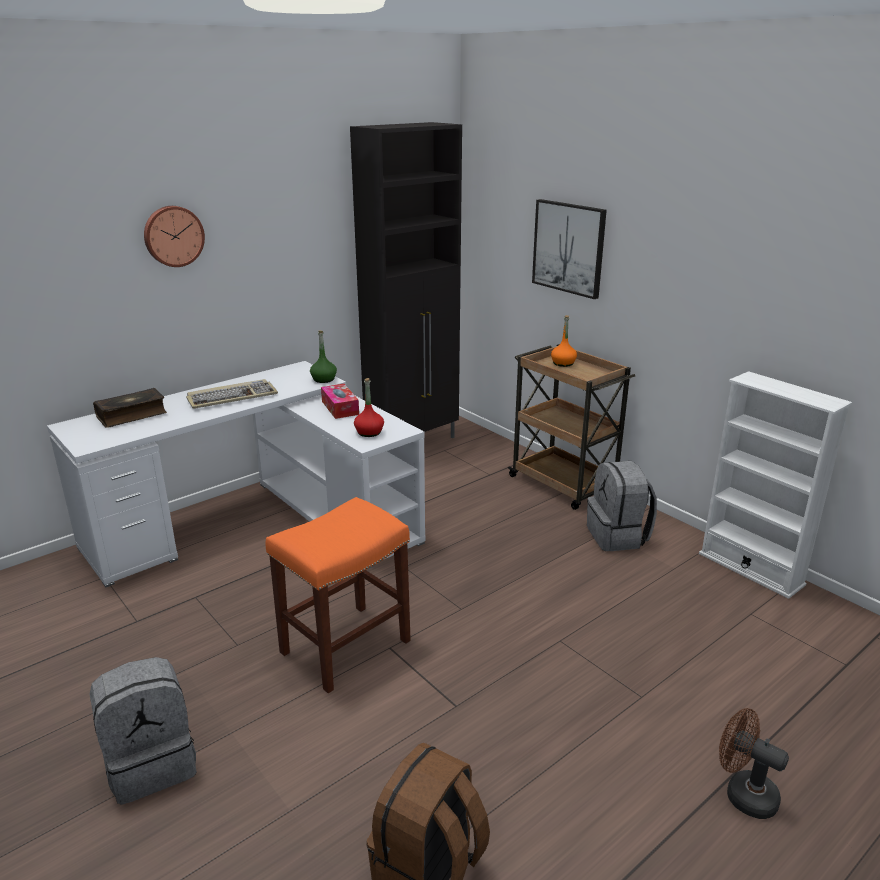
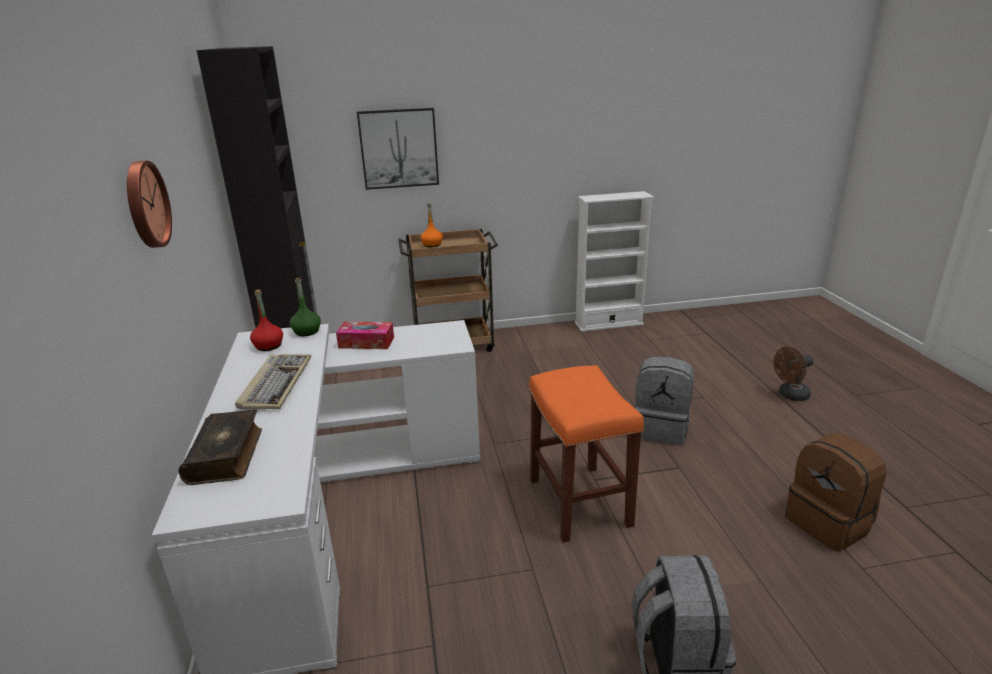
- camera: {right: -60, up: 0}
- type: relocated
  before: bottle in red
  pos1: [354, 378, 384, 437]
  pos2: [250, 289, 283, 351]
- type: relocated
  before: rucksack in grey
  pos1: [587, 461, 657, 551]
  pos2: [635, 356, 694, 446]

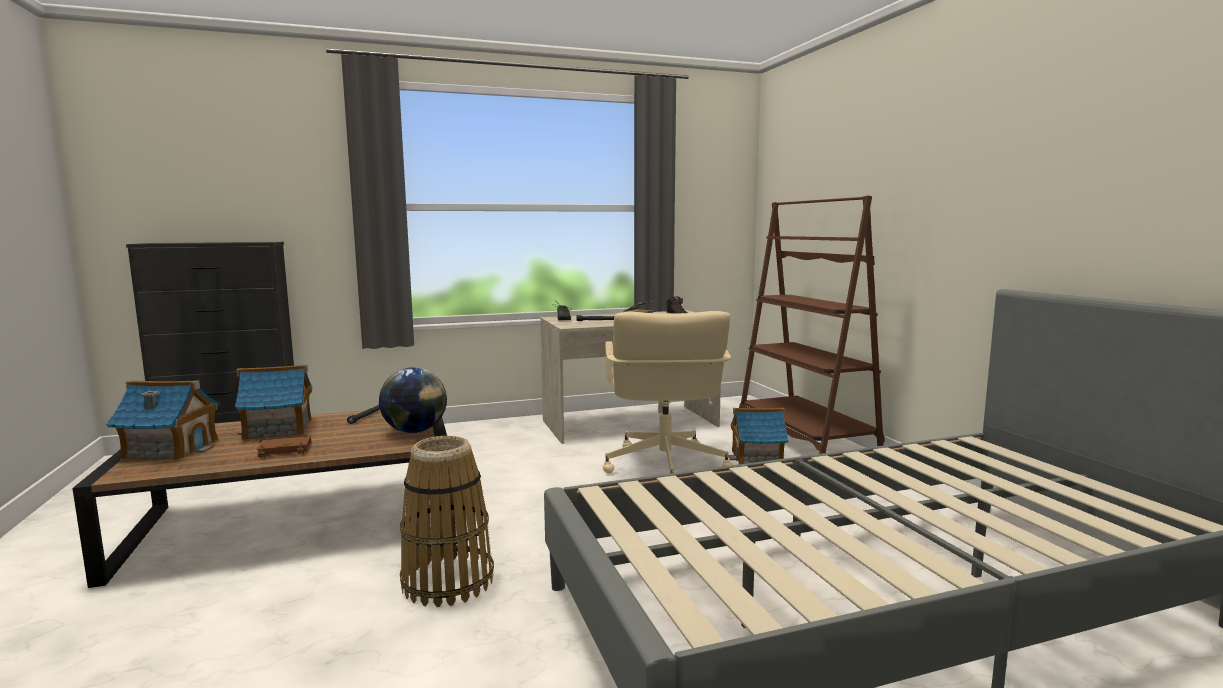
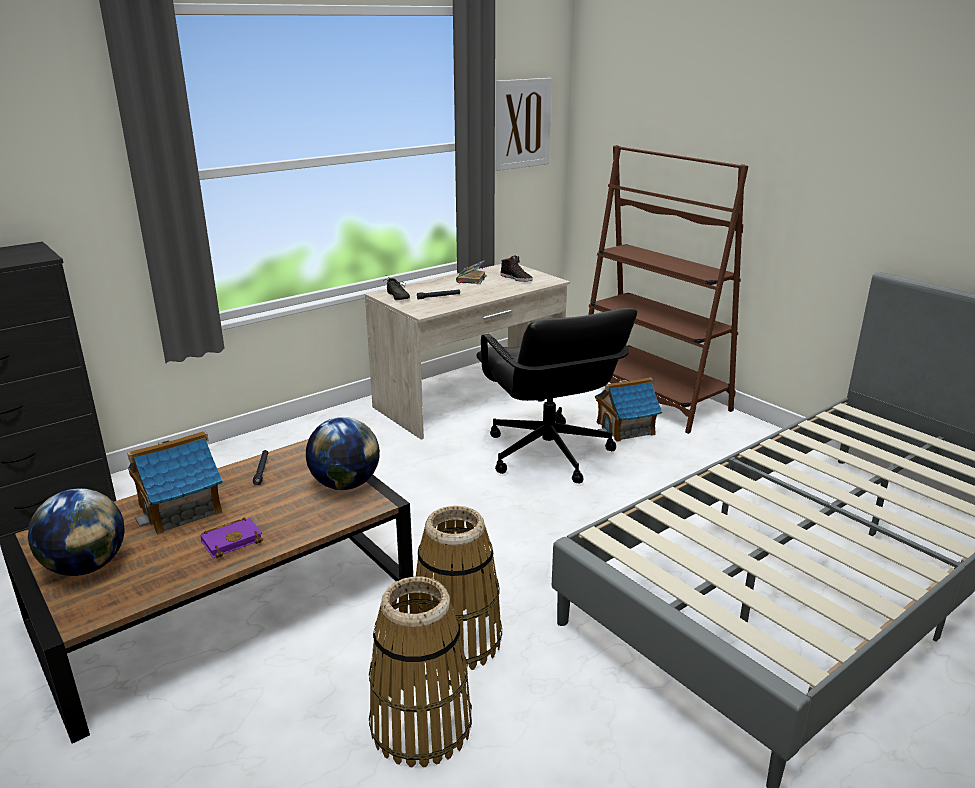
- camera: {right: -20, up: 15}
- type: appeared
  after: basket
  pos2: [369, 577, 472, 767]
- type: appeared
  after: picture
  pos2: [496, 78, 552, 171]
- type: exchanged
  before: model house
  after: world globe
  pos1: [106, 380, 220, 460]
  pos2: [28, 488, 125, 576]
- type: colour
  before: volume in brown-coloured
  after: volume in purple
  pos1: [256, 434, 311, 458]
  pos2: [200, 517, 263, 558]
- type: colour
  before: office chair in sand-coloured
  after: office chair in black-coloured
  pos1: [602, 311, 733, 473]
  pos2: [476, 308, 637, 484]

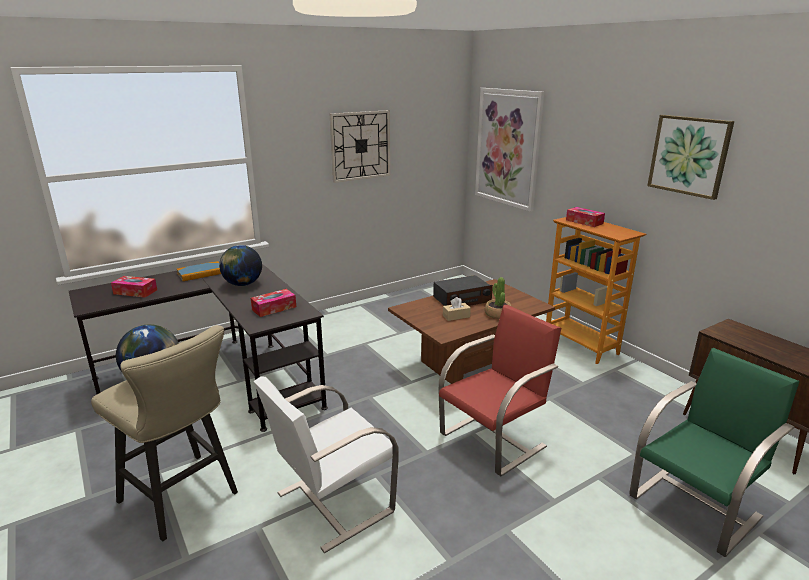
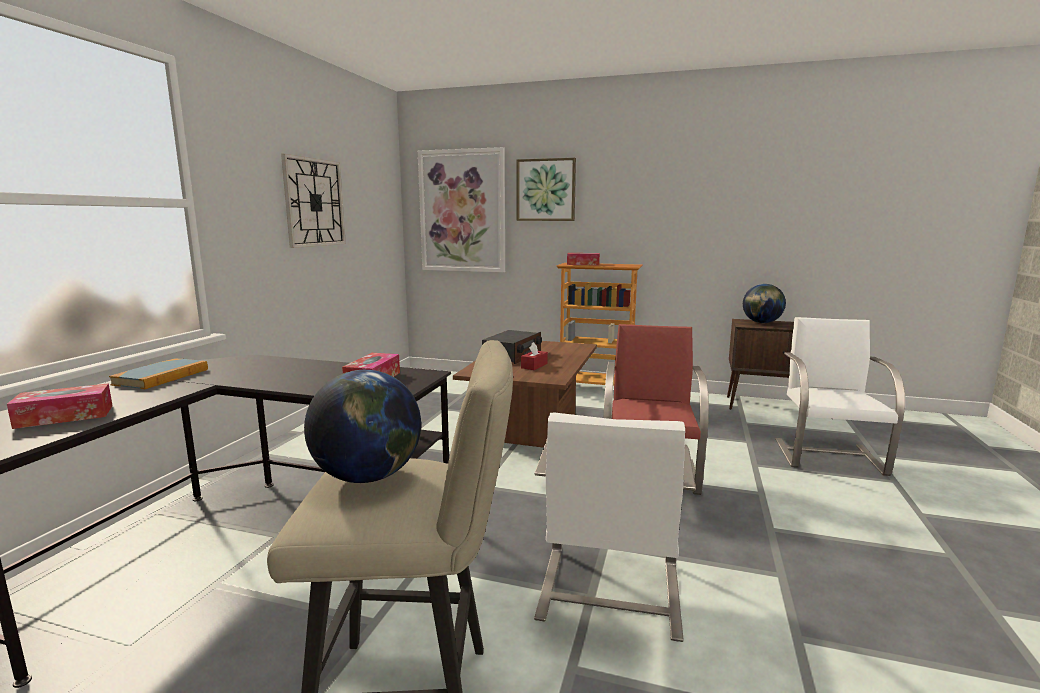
- camera: {right: -40, up: -10}
- type: missing
  before: houseplant
  pos1: [485, 277, 511, 319]
- type: relocated
  before: world globe
  pos1: [219, 245, 262, 286]
  pos2: [743, 284, 786, 323]
- type: relocated
  before: picture
  pos1: [647, 115, 734, 200]
  pos2: [516, 158, 576, 221]
- type: colour
  before: tissue holder in sand-coloured
  after: tissue holder in red
  pos1: [443, 297, 471, 321]
  pos2: [521, 342, 548, 370]
- type: colour
  before: chair in green-coloured
  after: chair in whitish
  pos1: [629, 348, 800, 557]
  pos2: [775, 317, 905, 476]

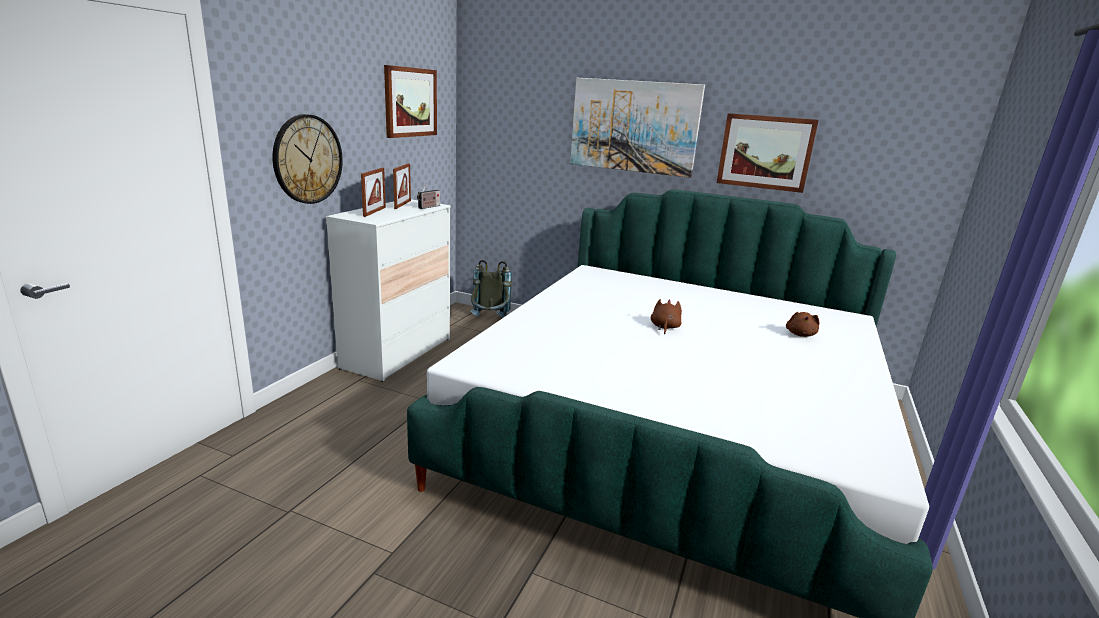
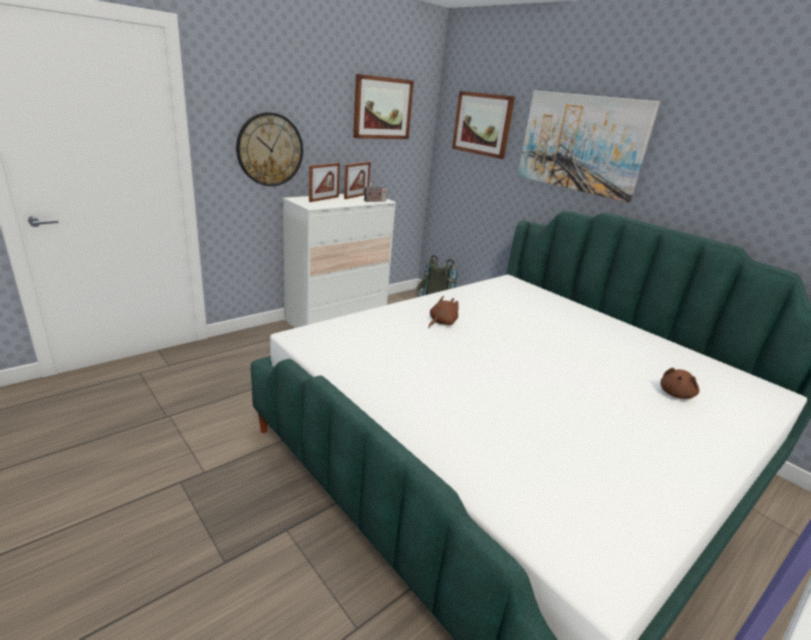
- camera: {right: 25, up: 5}
- type: relocated
  before: soft toy in brown-coloured
  pos1: [651, 299, 682, 334]
  pos2: [429, 296, 459, 327]
- type: relocated
  before: picture
  pos1: [717, 113, 819, 193]
  pos2: [452, 91, 515, 159]

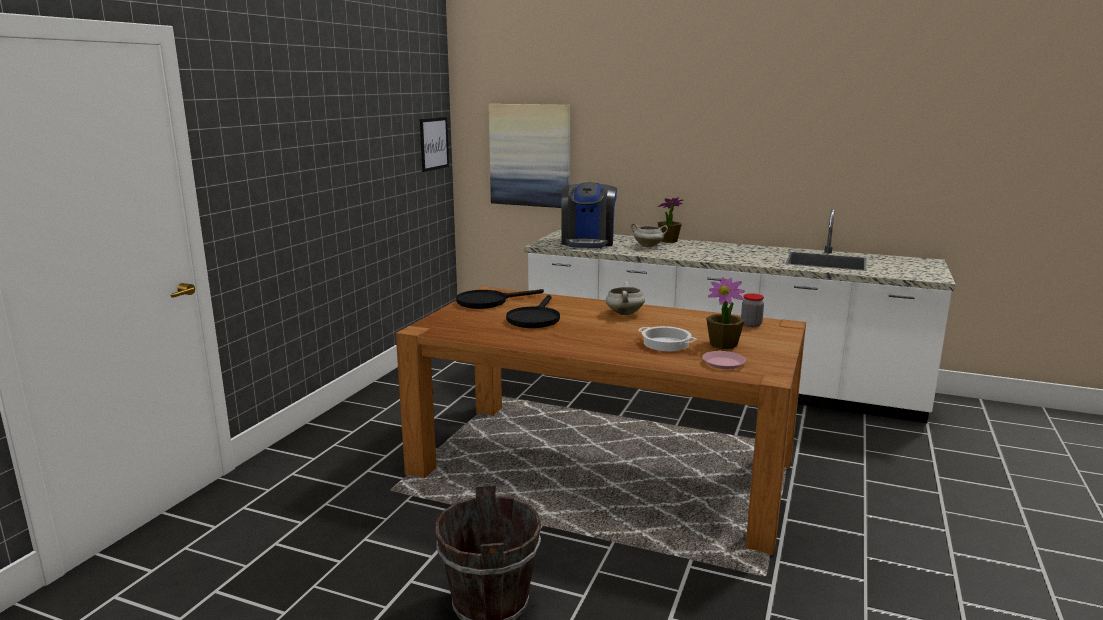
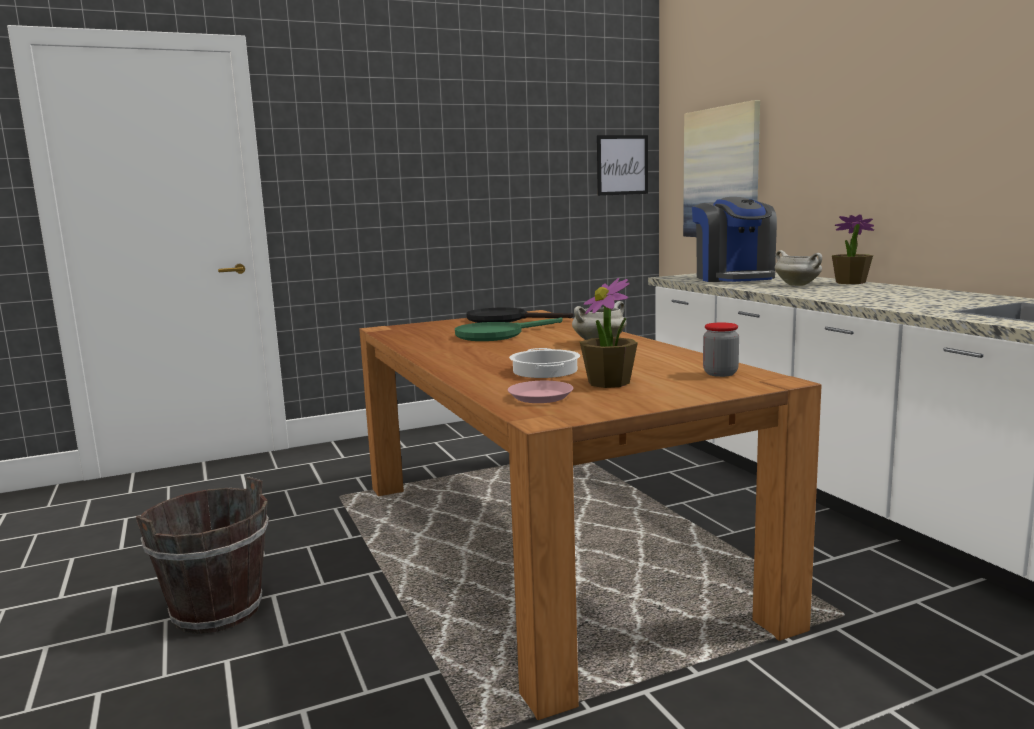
- camera: {right: 45, up: -5}
- type: colour
  before: pan in black-coloured
  after: pan in green-coloured
  pos1: [506, 295, 560, 328]
  pos2: [455, 317, 562, 341]
- type: spun
  before: coffee maker
  pos1: [562, 182, 617, 248]
  pos2: [692, 197, 777, 282]
  turn: -60

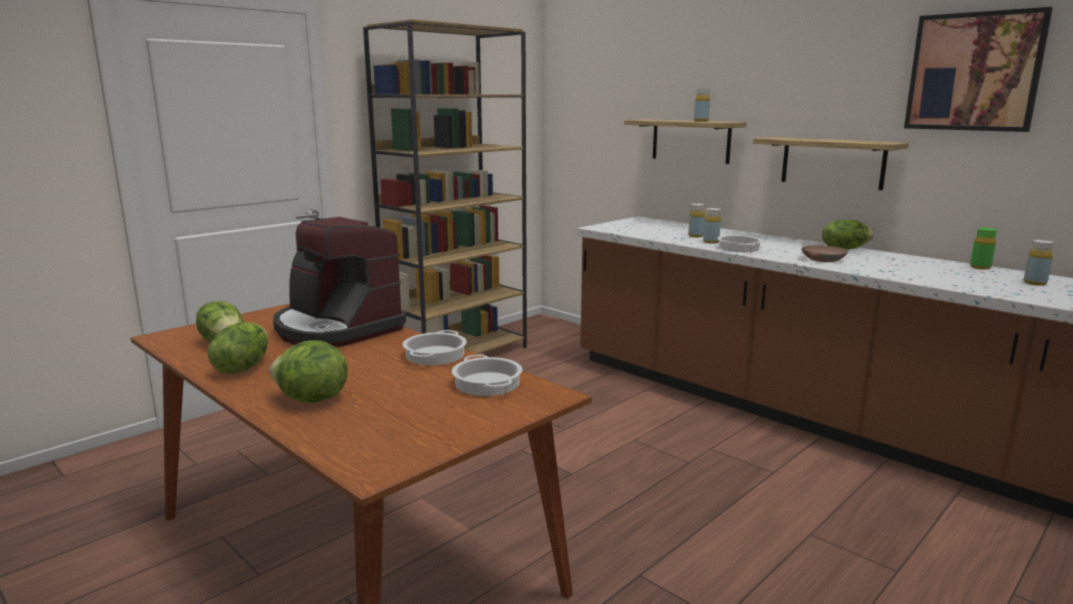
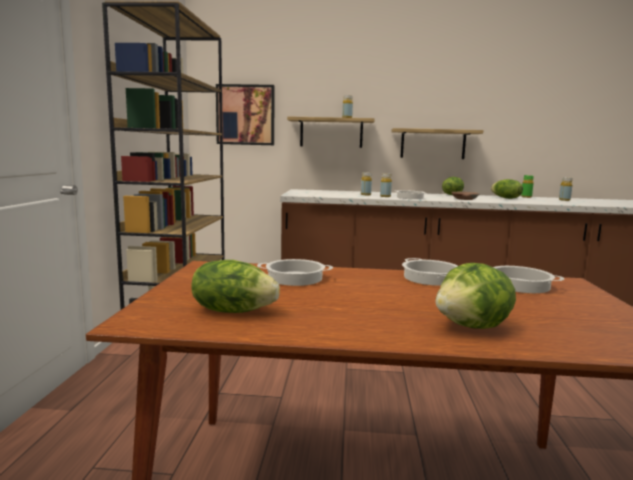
- camera: {right: -40, up: -5}
- type: relocated
  before: lettuce
  pos1: [208, 322, 268, 374]
  pos2: [491, 179, 523, 199]
- type: relocated
  before: picture
  pos1: [904, 7, 1053, 132]
  pos2: [216, 84, 275, 145]
- type: exchanged
  before: coffee maker
  after: cooking pot
  pos1: [273, 217, 406, 347]
  pos2: [257, 259, 333, 286]

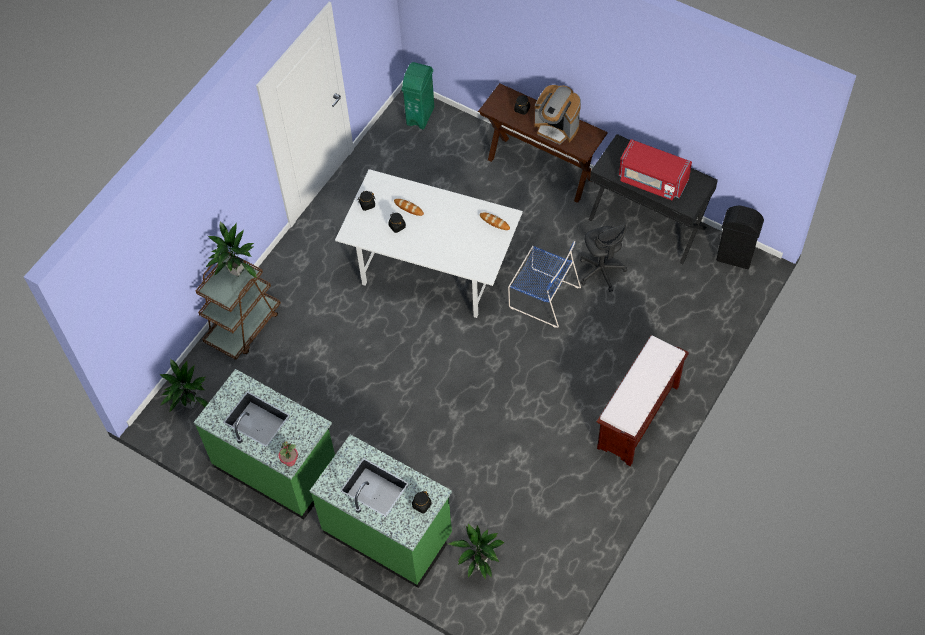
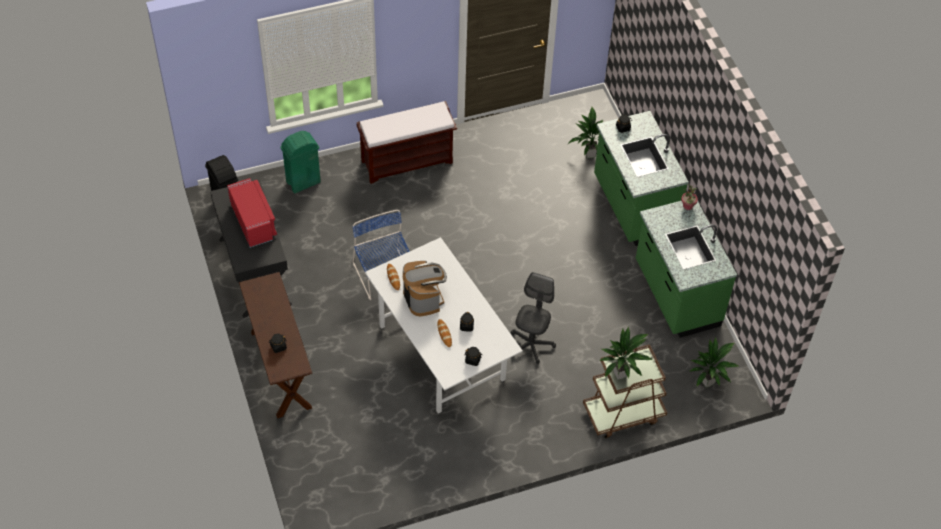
- camera: {right: -145, up: -5}
- type: relocated
  before: trash can in green-coloured
  pos1: [401, 62, 434, 130]
  pos2: [280, 131, 321, 194]
- type: relocated
  before: coffee maker
  pos1: [534, 85, 581, 145]
  pos2: [403, 261, 447, 317]
- type: relocated
  before: office chair in grey
  pos1: [580, 224, 627, 292]
  pos2: [511, 272, 556, 364]

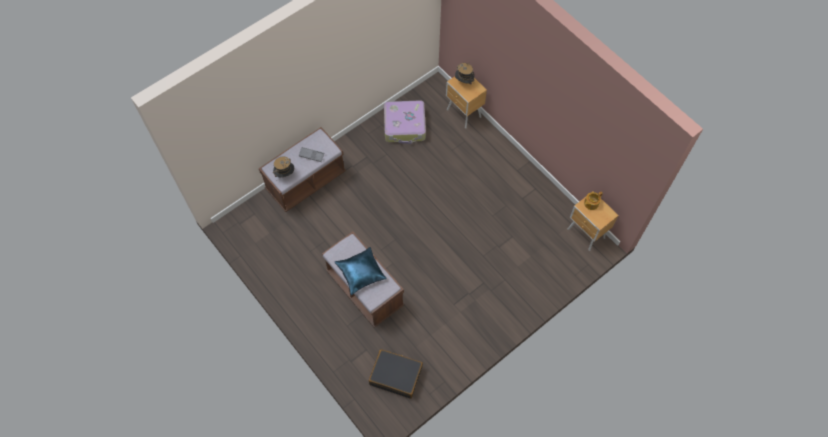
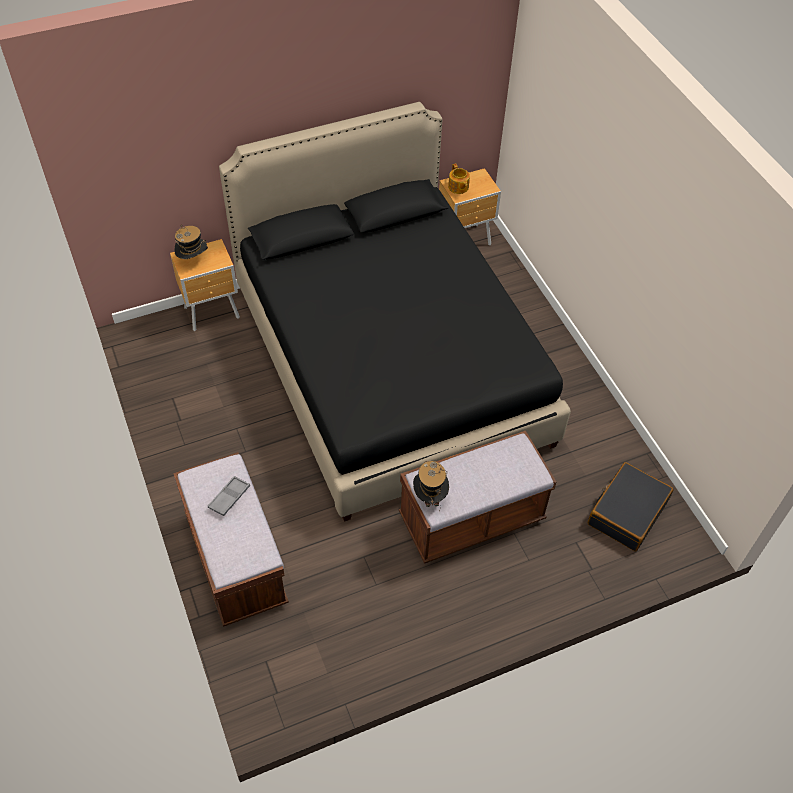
- camera: {right: -75, up: -10}
- type: missing
  before: cushion in blue-coloured
  pos1: [335, 247, 387, 295]
- type: missing
  before: travel case
  pos1: [384, 101, 426, 144]
- type: appeared
  after: sleeping bed in black-coloured
  pos2: [219, 102, 571, 522]
- type: relocated
  before: clothing hat
  pos1: [273, 157, 294, 177]
  pos2: [413, 461, 449, 512]

